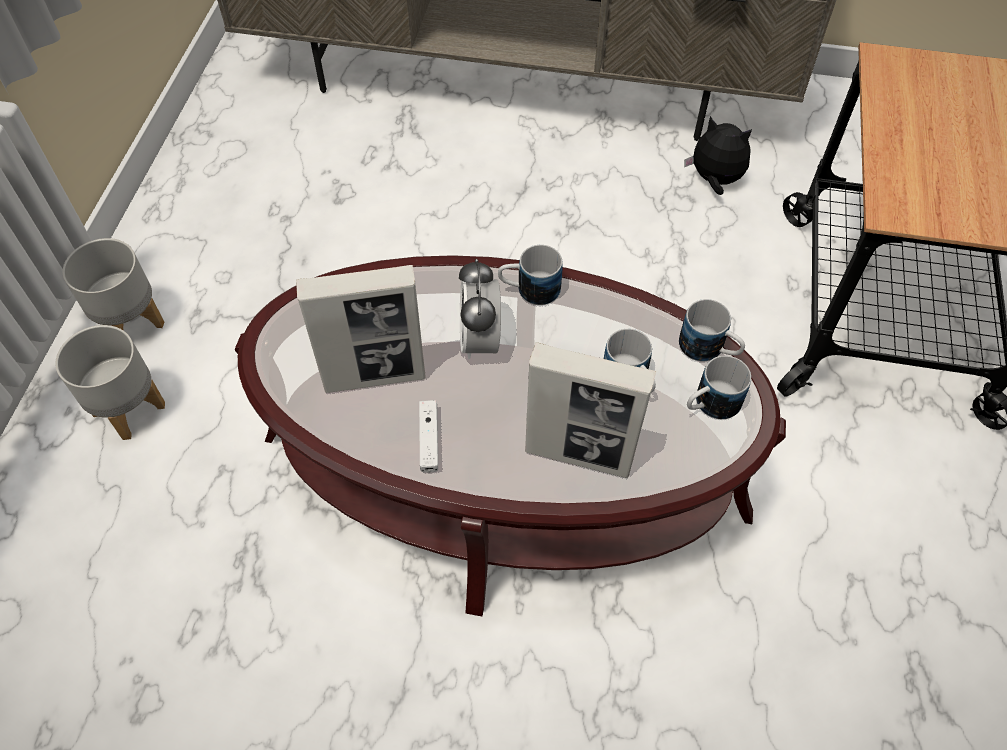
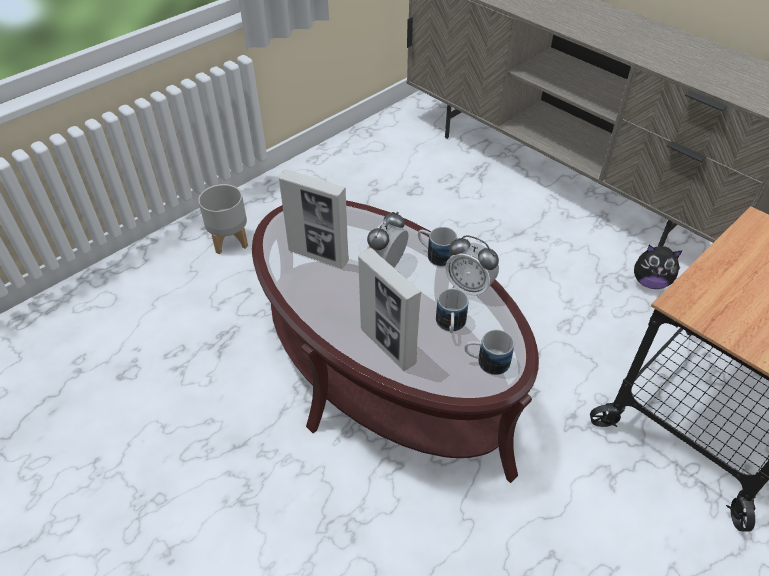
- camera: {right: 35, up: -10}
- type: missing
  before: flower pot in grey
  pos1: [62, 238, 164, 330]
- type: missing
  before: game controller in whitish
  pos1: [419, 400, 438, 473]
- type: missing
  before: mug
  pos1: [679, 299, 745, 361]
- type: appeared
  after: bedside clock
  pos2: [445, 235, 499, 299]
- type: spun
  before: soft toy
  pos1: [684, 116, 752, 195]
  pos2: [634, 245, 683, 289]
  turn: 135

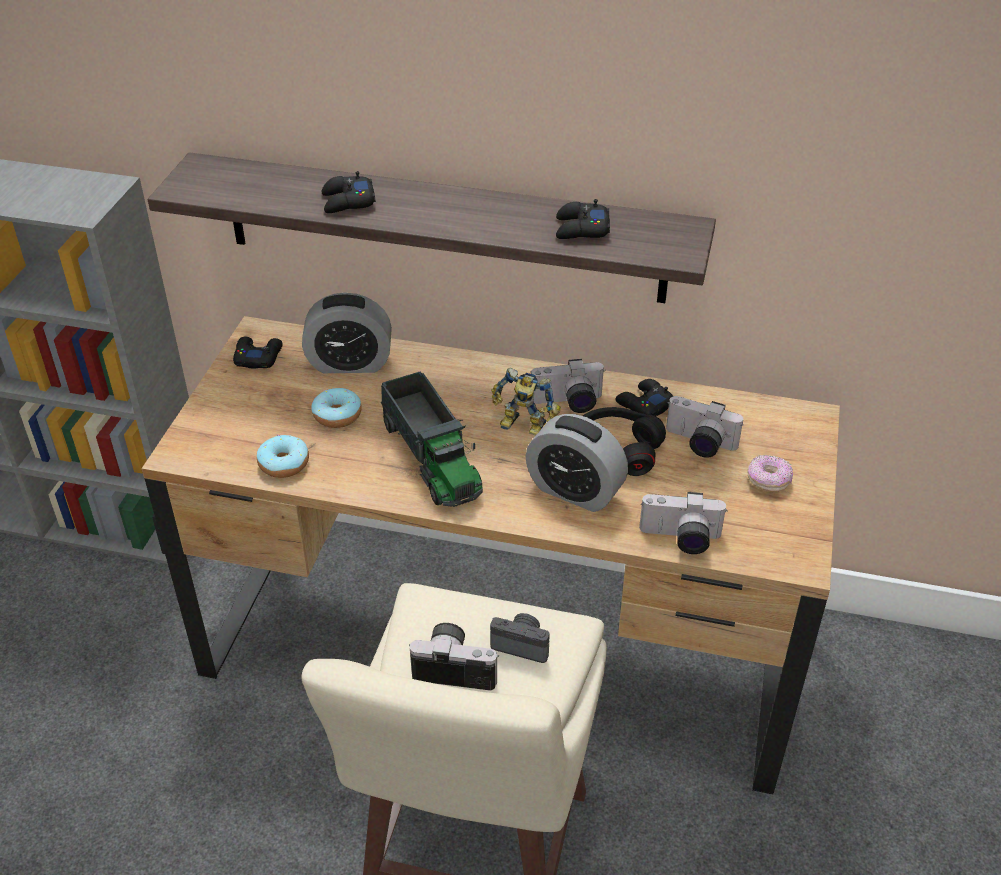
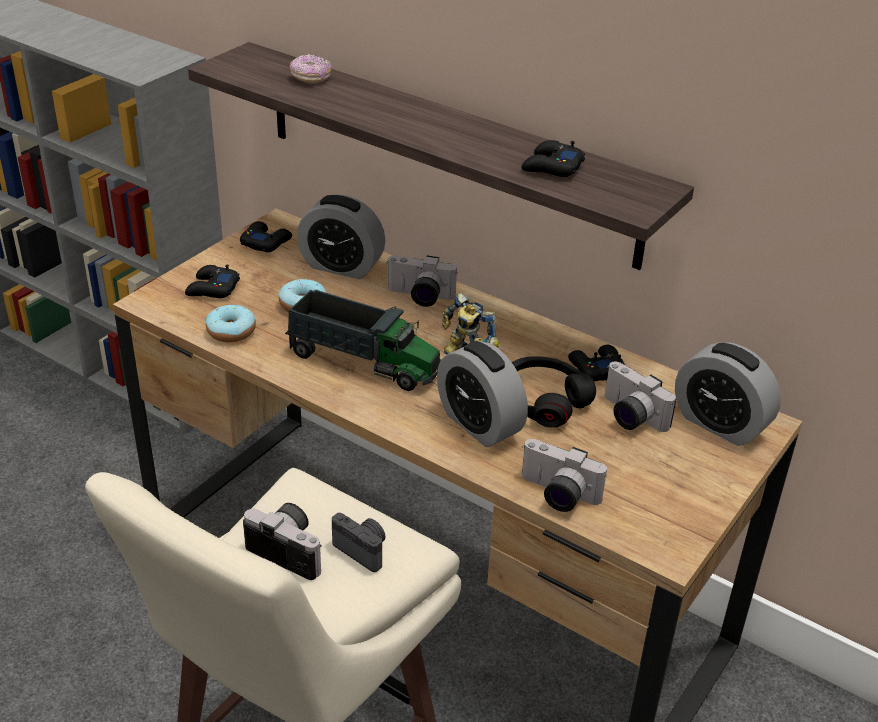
- camera: {right: 20, up: -5}
- type: appeared
  after: bedside clock
  pos2: [675, 342, 781, 446]
- type: relocated
  before: game controller in black-coloured
  pos1: [322, 171, 376, 213]
  pos2: [185, 265, 240, 298]
- type: relocated
  before: still camera
  pos1: [531, 359, 606, 413]
  pos2: [386, 255, 458, 307]
- type: relocated
  before: donut
  pos1: [748, 455, 793, 492]
  pos2: [289, 54, 331, 83]
- type: spun
  before: toy lorry
  pos1: [381, 372, 483, 507]
  pos2: [285, 290, 441, 391]
  turn: -60

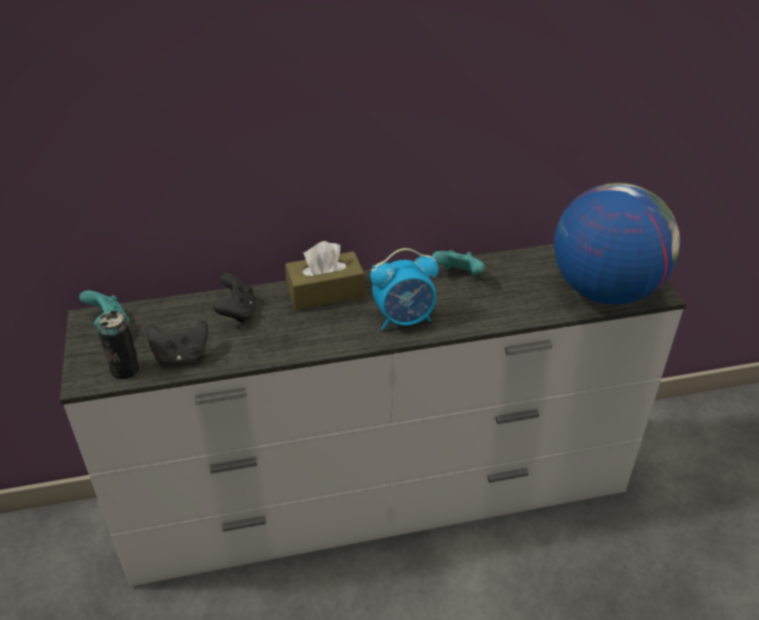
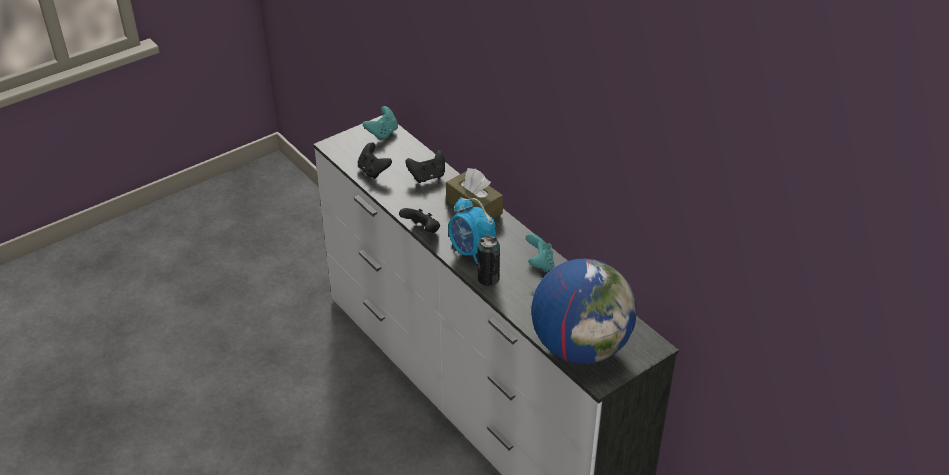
- camera: {right: 65, up: 0}
- type: appeared
  after: game controller in black-coloured
  pos2: [399, 208, 440, 233]
- type: relocated
  before: sealed can
  pos1: [97, 311, 141, 379]
  pos2: [478, 236, 500, 286]

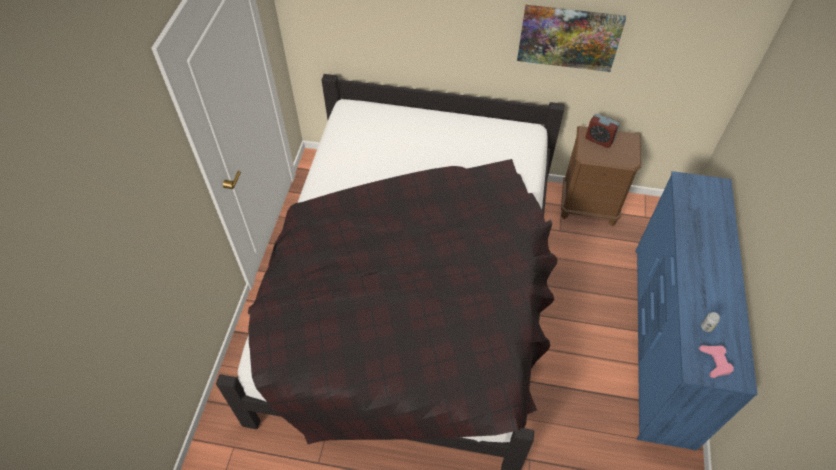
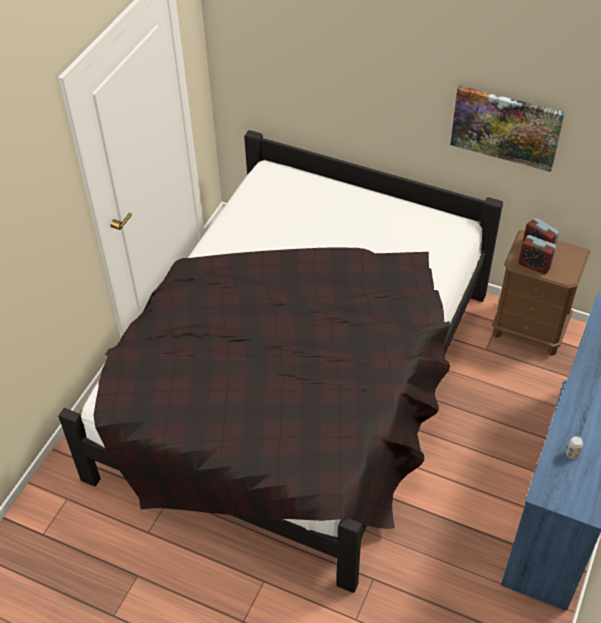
- camera: {right: 15, up: -5}
- type: missing
  before: game controller in pink
  pos1: [699, 345, 734, 378]
- type: appeared
  after: bedside clock
  pos2: [518, 235, 556, 274]

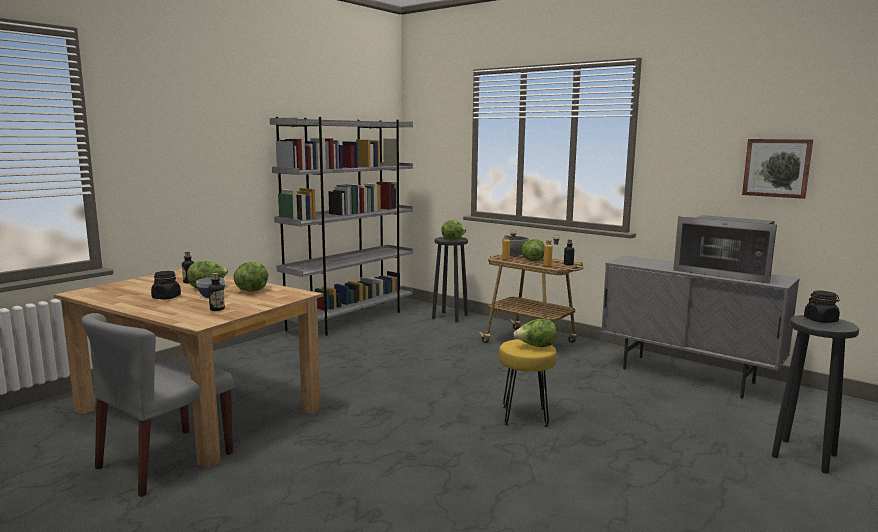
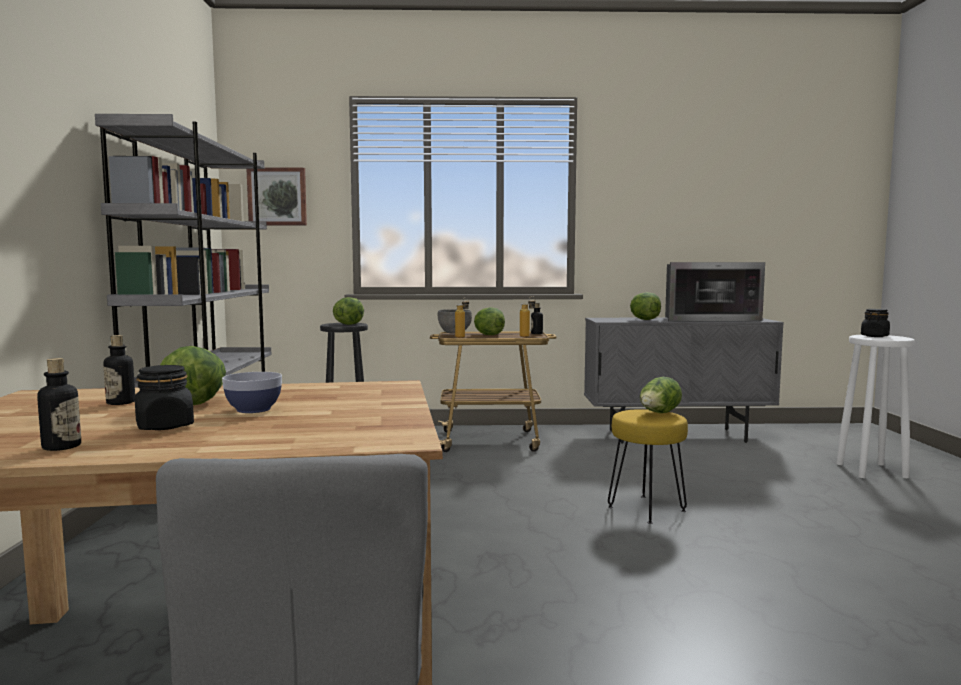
- camera: {right: -40, up: -5}
- type: relocated
  before: bottle
  pos1: [208, 273, 225, 311]
  pos2: [37, 358, 81, 451]
- type: relocated
  before: lettuce
  pos1: [234, 262, 269, 292]
  pos2: [630, 292, 661, 320]
- type: relocated
  before: picture
  pos1: [742, 139, 813, 199]
  pos2: [246, 168, 307, 226]
- type: colour
  before: stool in black-coloured
  after: stool in whitish
  pos1: [772, 315, 859, 474]
  pos2: [836, 335, 915, 478]

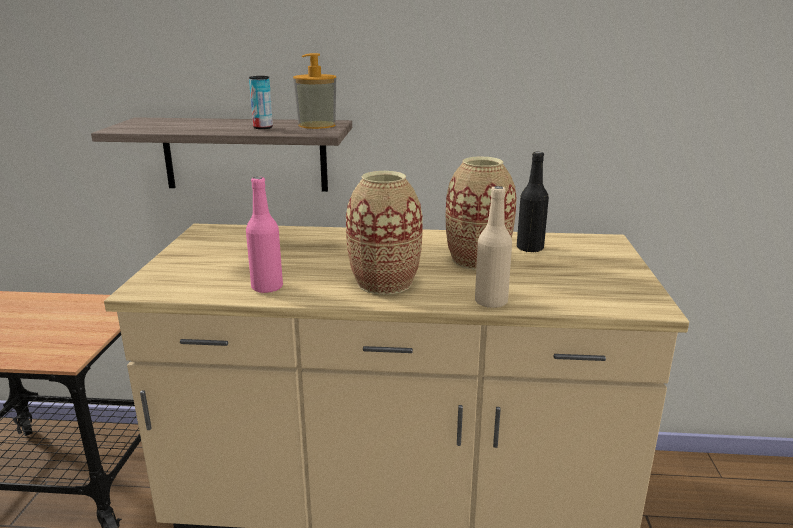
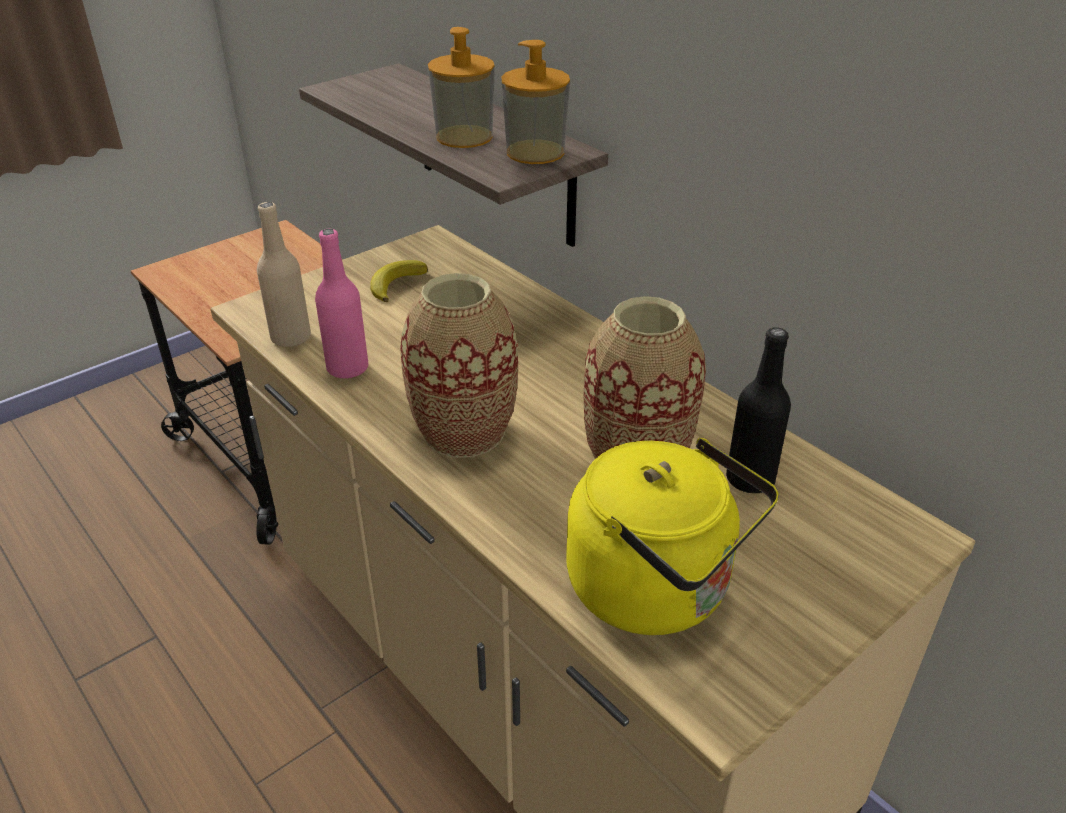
- camera: {right: 45, up: 15}
- type: appeared
  after: banana
  pos2: [370, 260, 428, 302]
- type: appeared
  after: water kettle in yellow
  pos2: [566, 438, 779, 635]
- type: relocated
  before: bottle in sand-coloured
  pos1: [475, 186, 512, 308]
  pos2: [257, 202, 311, 347]
- type: exchanged
  before: sealed can
  after: soap dispenser
  pos1: [249, 76, 273, 129]
  pos2: [428, 27, 495, 148]

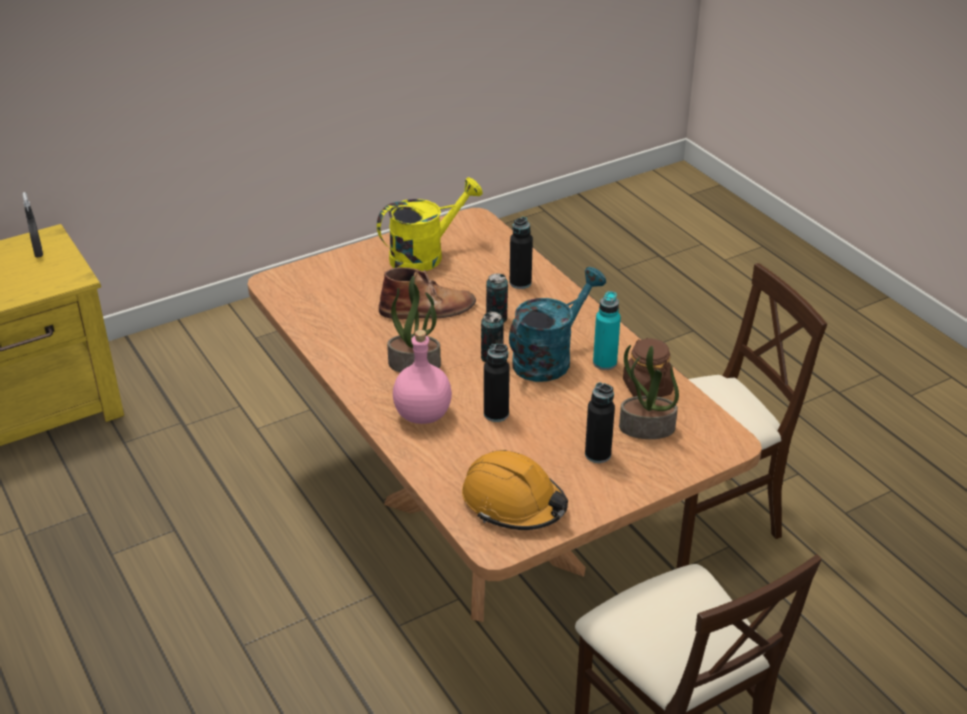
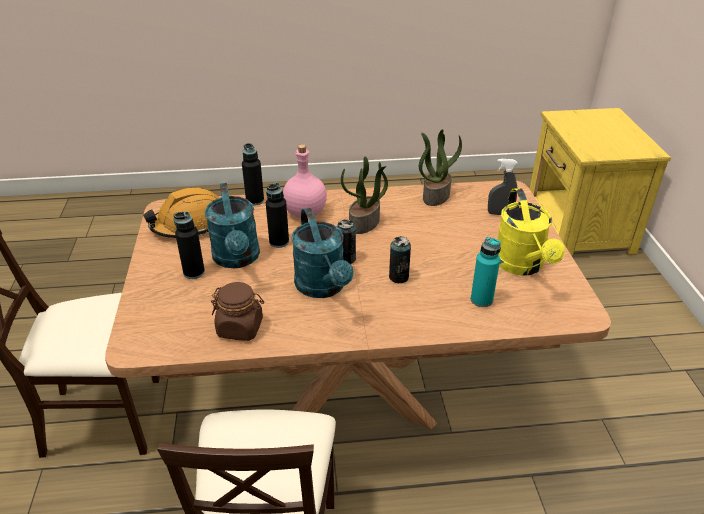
- camera: {right: 115, up: 0}
- type: missing
  before: tall boot in brown-coloured
  pos1: [379, 267, 476, 319]
- type: appeared
  after: watering can in blue-green
  pos2: [205, 183, 260, 268]
- type: relocated
  before: sprayer in grey
  pos1: [23, 192, 43, 258]
  pos2: [488, 159, 517, 215]
- type: relocated
  before: bottle in black-coloured
  pos1: [510, 217, 533, 289]
  pos2: [242, 143, 264, 205]
- type: relocated
  before: bottle in blue-green
  pos1: [593, 291, 621, 370]
  pos2: [471, 237, 501, 307]
- type: relocated
  before: houseplant
  pos1: [619, 345, 679, 439]
  pos2: [419, 129, 462, 206]

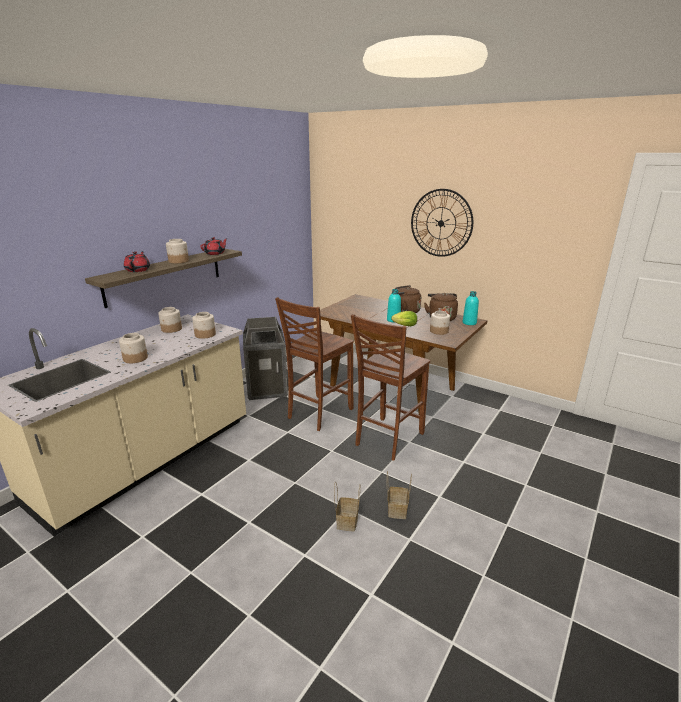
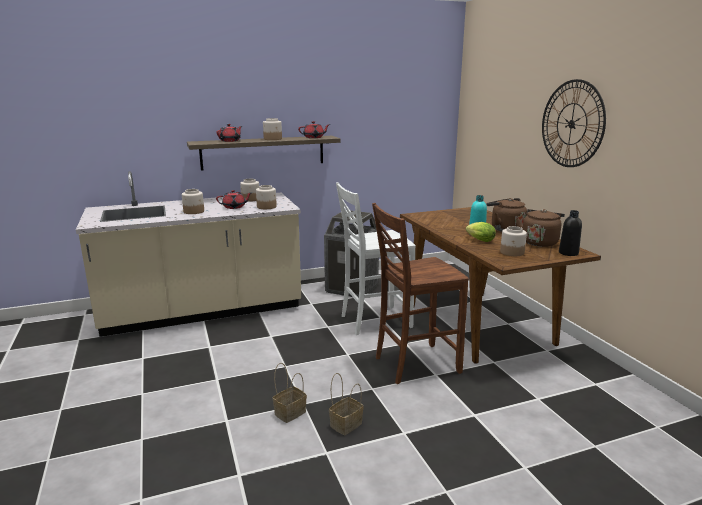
- camera: {right: 35, up: -5}
- type: appeared
  after: pot for tea in red
  pos2: [216, 190, 251, 209]
- type: colour
  before: chair in brown-coloured
  after: chair in whitish
  pos1: [275, 297, 354, 431]
  pos2: [336, 182, 416, 335]
- type: colour
  before: bottle in blue-green
  after: bottle in black-coloured
  pos1: [462, 291, 479, 325]
  pos2: [559, 210, 582, 256]

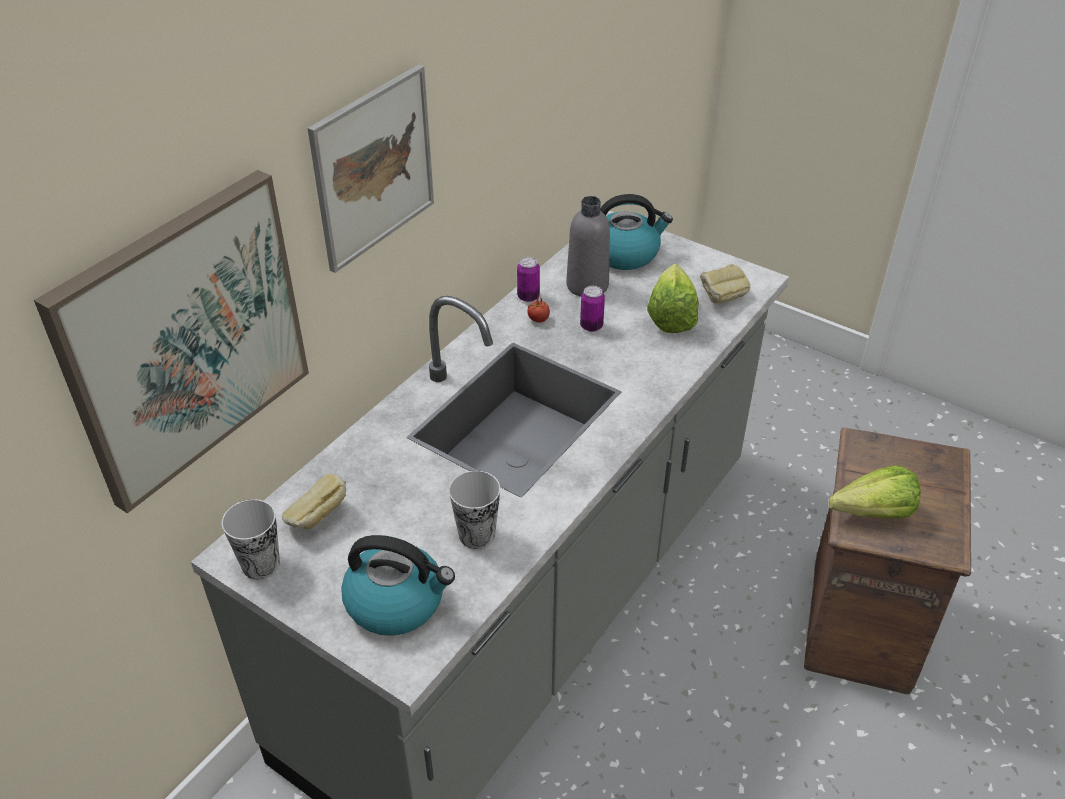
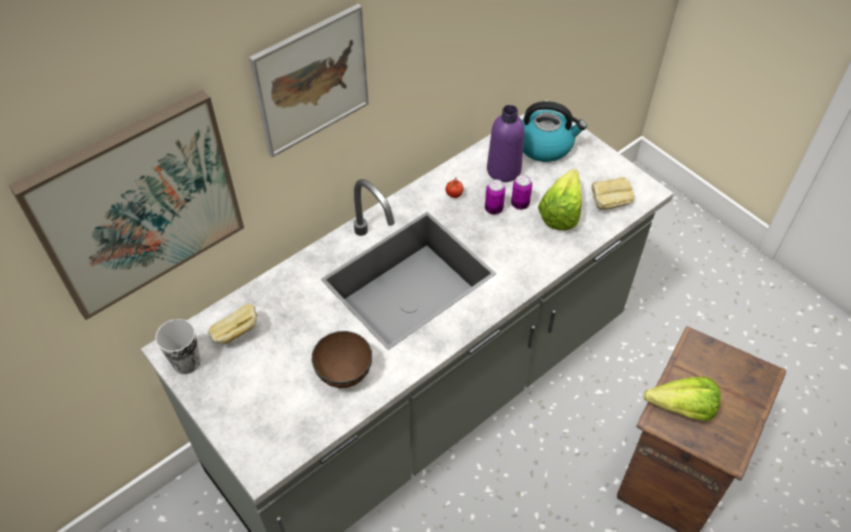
- camera: {right: 15, up: 10}
- type: missing
  before: water kettle
  pos1: [341, 535, 455, 636]
- type: relocated
  before: sealed can
  pos1: [517, 257, 540, 302]
  pos2: [511, 175, 532, 210]
- type: exchanged
  before: small cup
  after: serving bowl in brown-coloured
  pos1: [449, 470, 500, 549]
  pos2: [312, 331, 372, 388]
- type: colour
  before: bottle in grey
  after: bottle in purple
  pos1: [566, 196, 610, 297]
  pos2: [487, 105, 525, 182]

